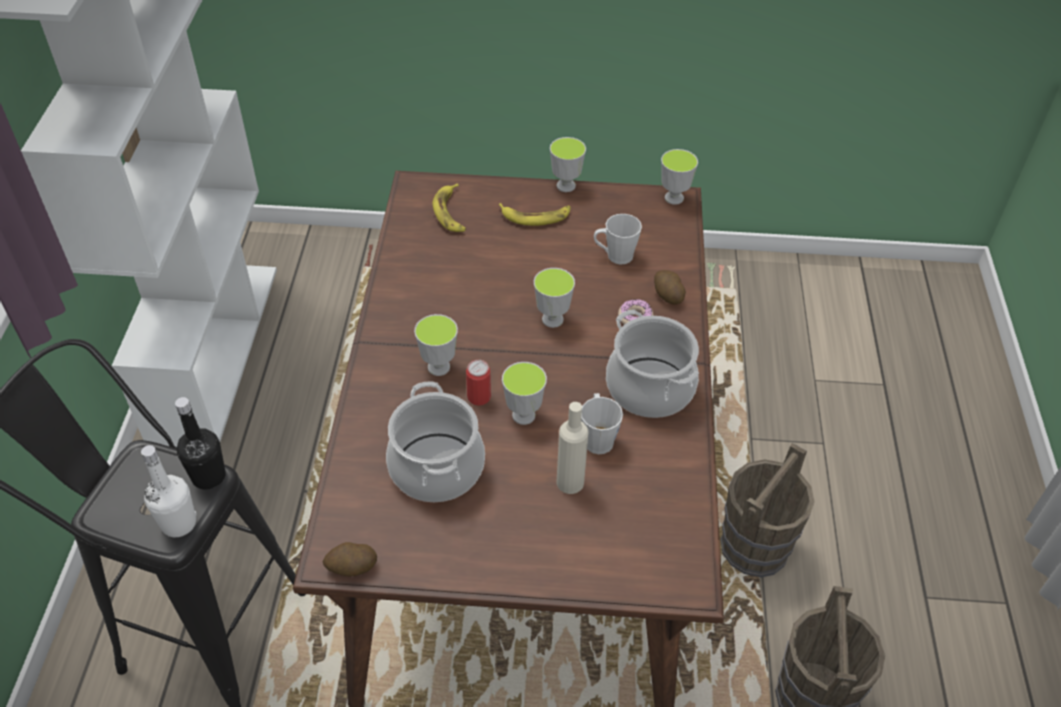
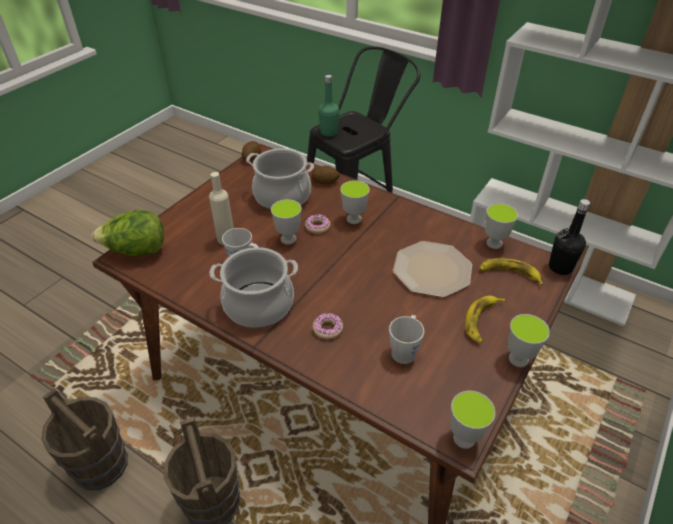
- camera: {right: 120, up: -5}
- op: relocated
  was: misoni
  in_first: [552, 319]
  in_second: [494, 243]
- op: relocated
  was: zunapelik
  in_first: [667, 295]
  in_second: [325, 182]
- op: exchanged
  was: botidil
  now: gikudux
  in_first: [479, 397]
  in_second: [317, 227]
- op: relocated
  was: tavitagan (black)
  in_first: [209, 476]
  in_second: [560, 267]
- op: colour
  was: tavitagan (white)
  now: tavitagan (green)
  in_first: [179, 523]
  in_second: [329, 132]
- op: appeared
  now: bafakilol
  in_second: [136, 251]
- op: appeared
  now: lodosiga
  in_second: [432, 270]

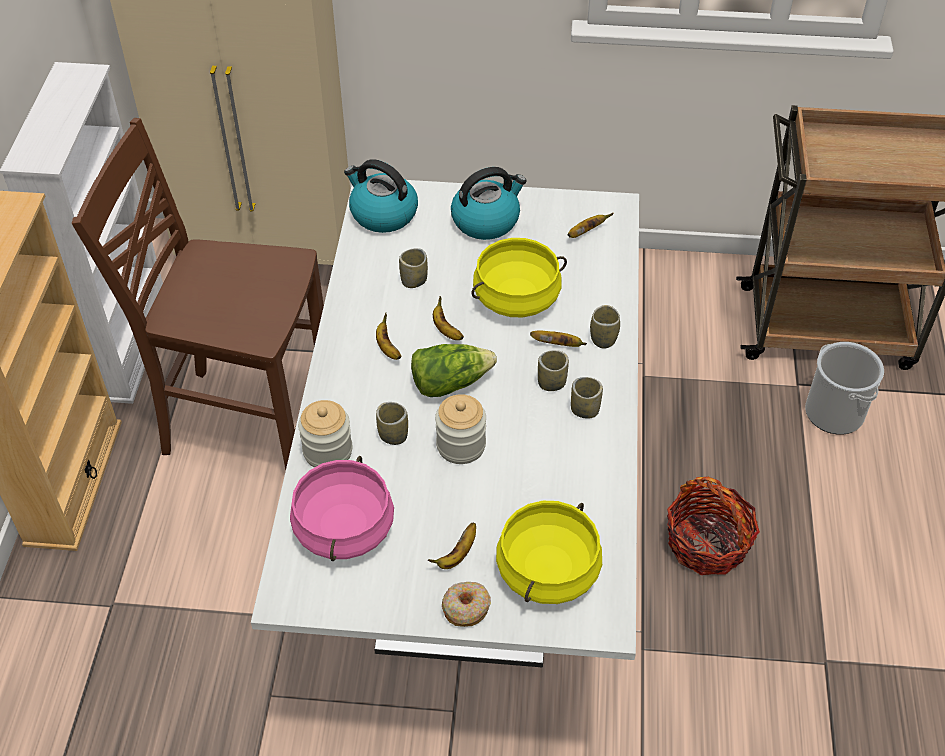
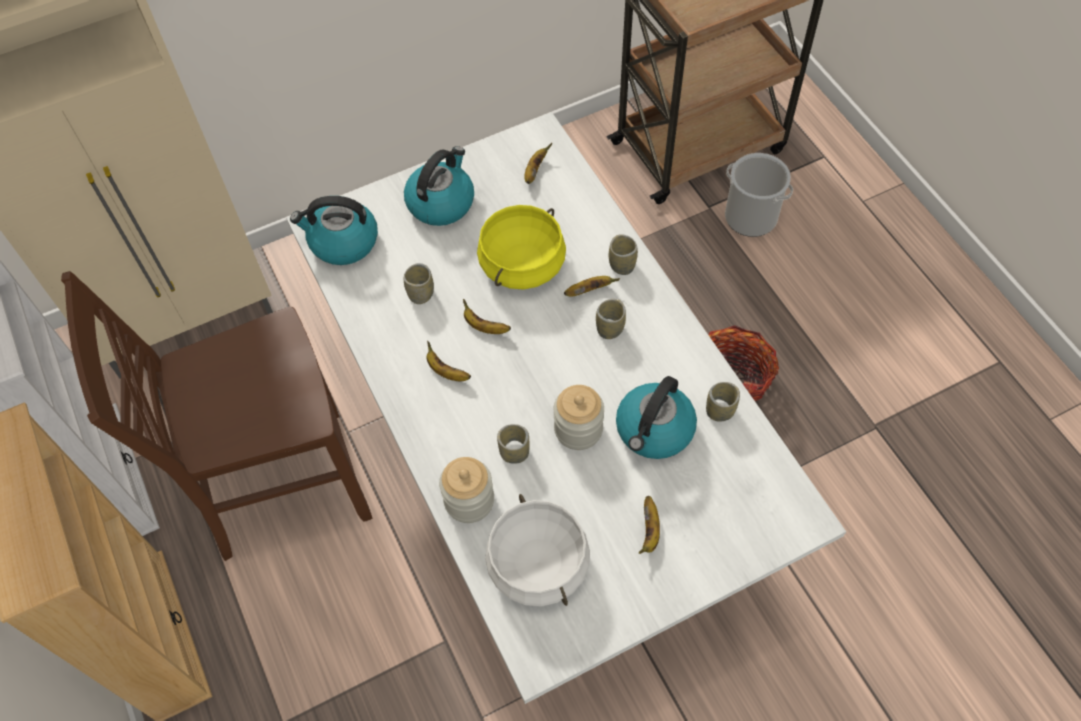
- camera: {right: -30, up: 10}
- op: missing
  was: bafakilol
  in_first: [450, 382]
- op: relocated
  was: misoni
  in_first: [585, 410]
  in_second: [720, 411]
- op: colour
  was: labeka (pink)
  now: labeka (white)
  in_first: [345, 528]
  in_second: [539, 564]
- op: missing
  was: labeka (yellow)
  in_first: [548, 571]
- op: missing
  was: gikudux
  in_first: [466, 608]
- op: appeared
  now: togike
  in_second: [654, 430]

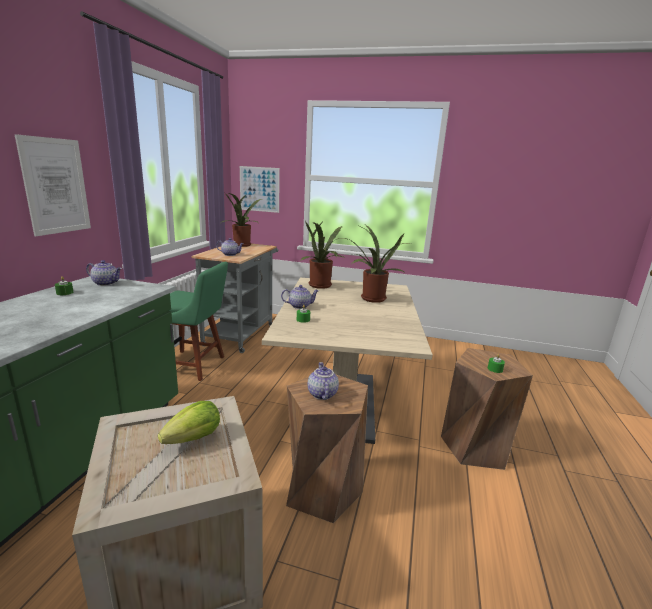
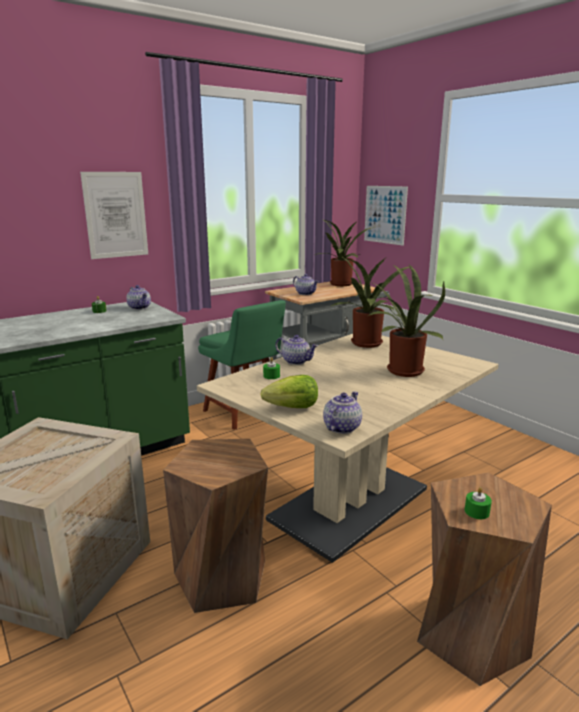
- camera: {right: 40, up: 0}
- op: relocated
  was: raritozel
  in_first: [321, 394]
  in_second: [341, 427]
- op: relocated
  was: bafakilol
  in_first: [194, 438]
  in_second: [293, 408]

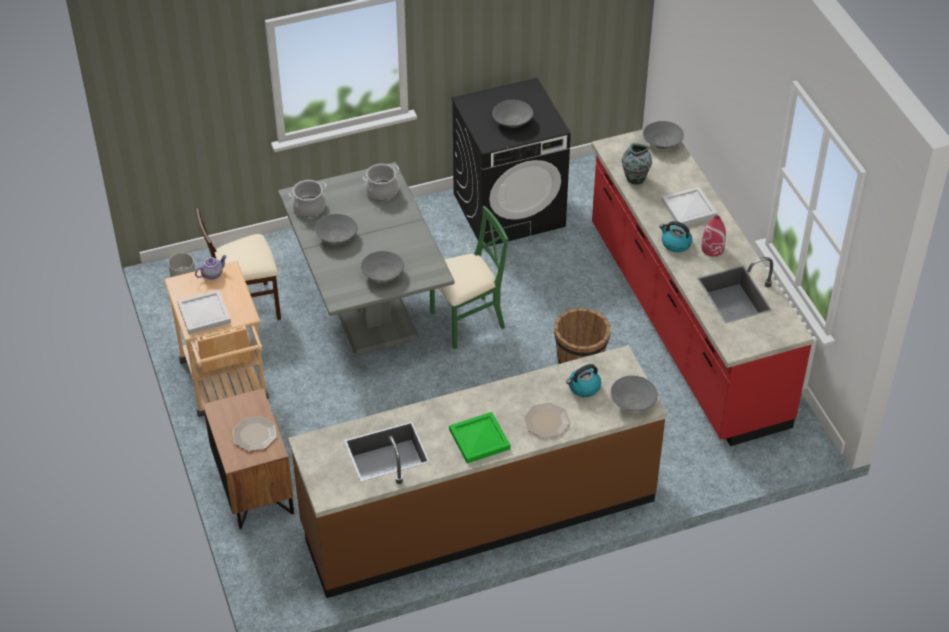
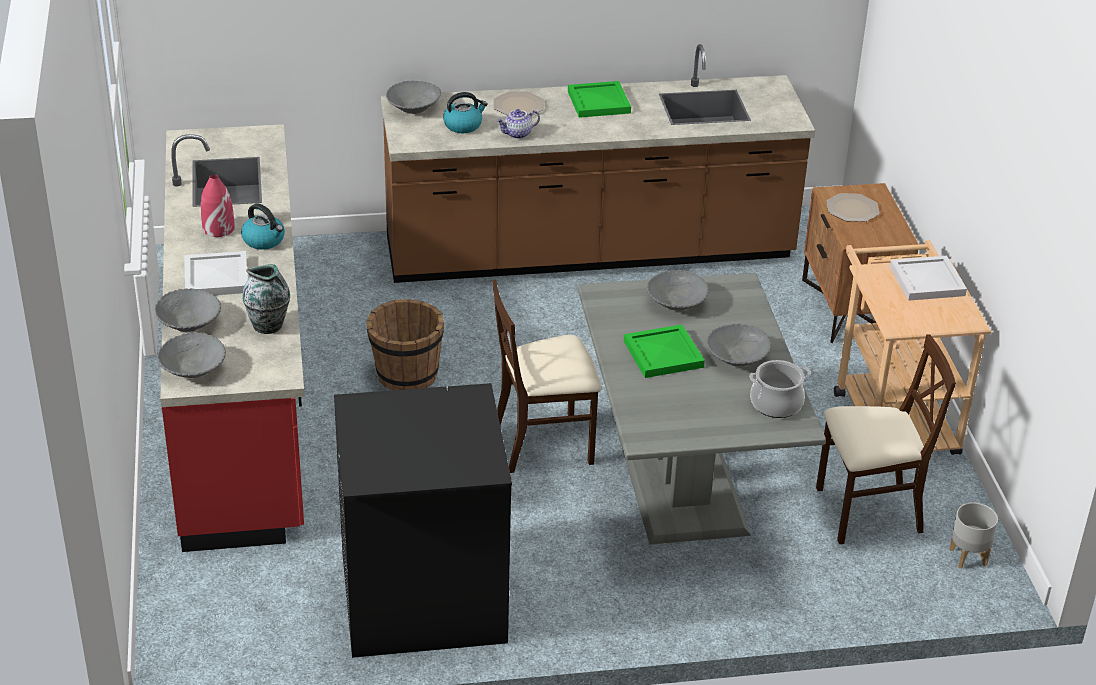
- camera: {right: -170, up: -10}
- op: relocated
  was: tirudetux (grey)
  in_first: [512, 121]
  in_second: [189, 323]
- op: missing
  was: labeka
  in_first: [382, 191]
- op: colour
  was: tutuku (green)
  now: tutuku (beige)
  in_first: [467, 322]
  in_second: [544, 444]
- op: relocated
  was: raritozel
  in_first: [212, 274]
  in_second: [517, 134]
- op: appeared
  now: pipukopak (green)
  in_second: [662, 354]

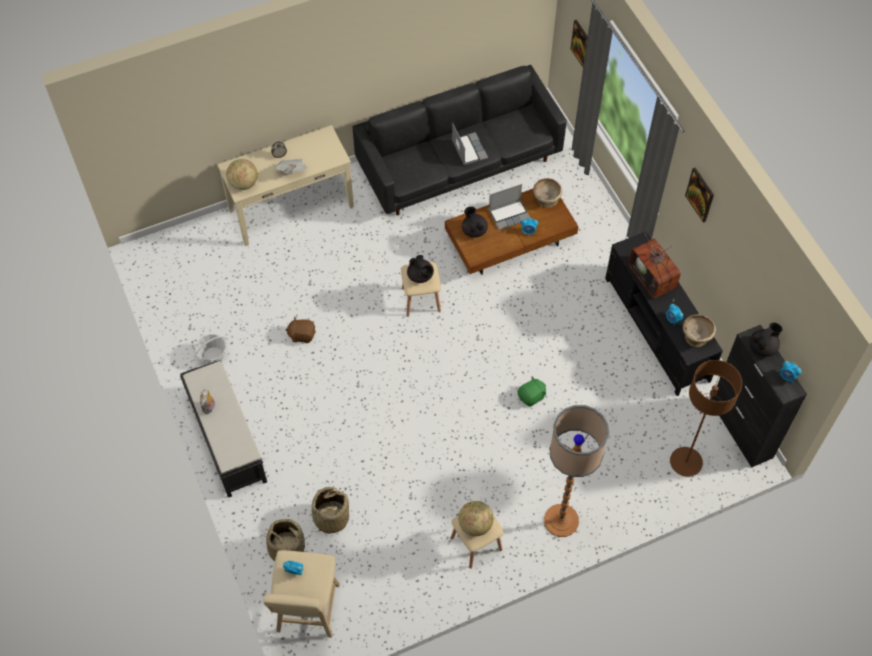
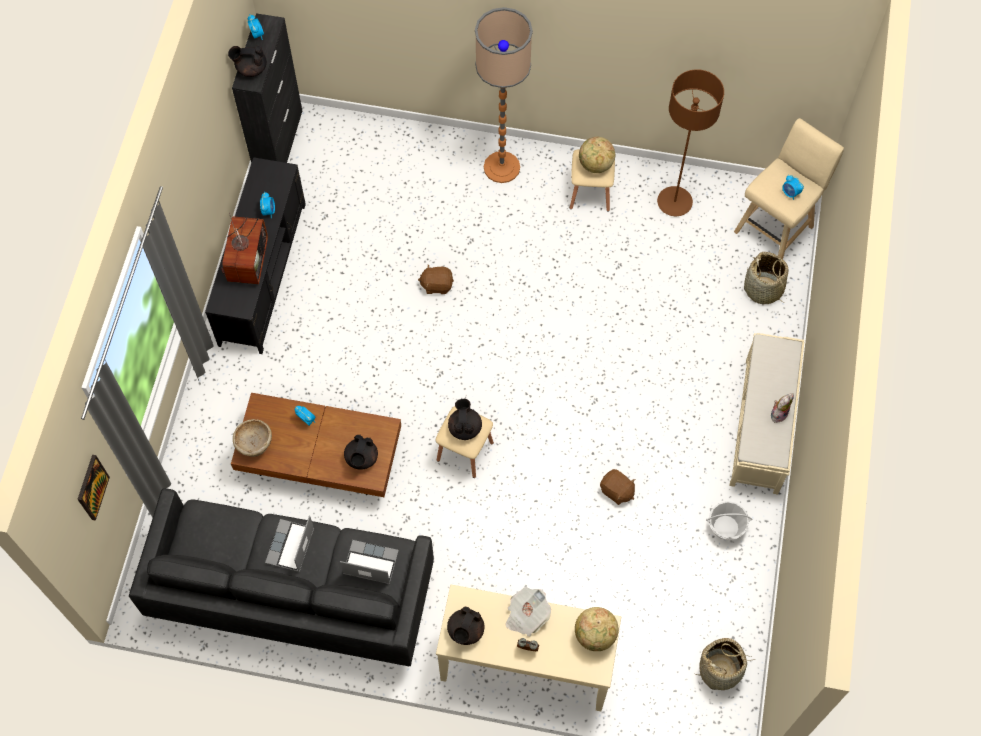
- camera: {right: -145, up: 5}
- op: missing
  was: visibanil
  in_first: [700, 194]
- op: relocated
  was: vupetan
  in_first: [509, 214]
  in_second: [370, 563]
- op: missing
  was: tirudetux (beige)
  in_first: [696, 336]
- op: colour
  was: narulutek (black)
  now: narulutek (beige)
  in_first: [227, 438]
  in_second: [761, 426]
- op: relocated
  was: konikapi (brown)
  in_first: [686, 462]
  in_second: [674, 202]
- op: colour
  was: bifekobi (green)
  now: bifekobi (brown)
  in_first: [531, 396]
  in_second: [437, 285]
- op: relocated
  was: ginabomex
  in_first: [331, 518]
  in_second: [720, 670]
- op: appeared
  now: raritozel (black)
  in_second: [465, 631]

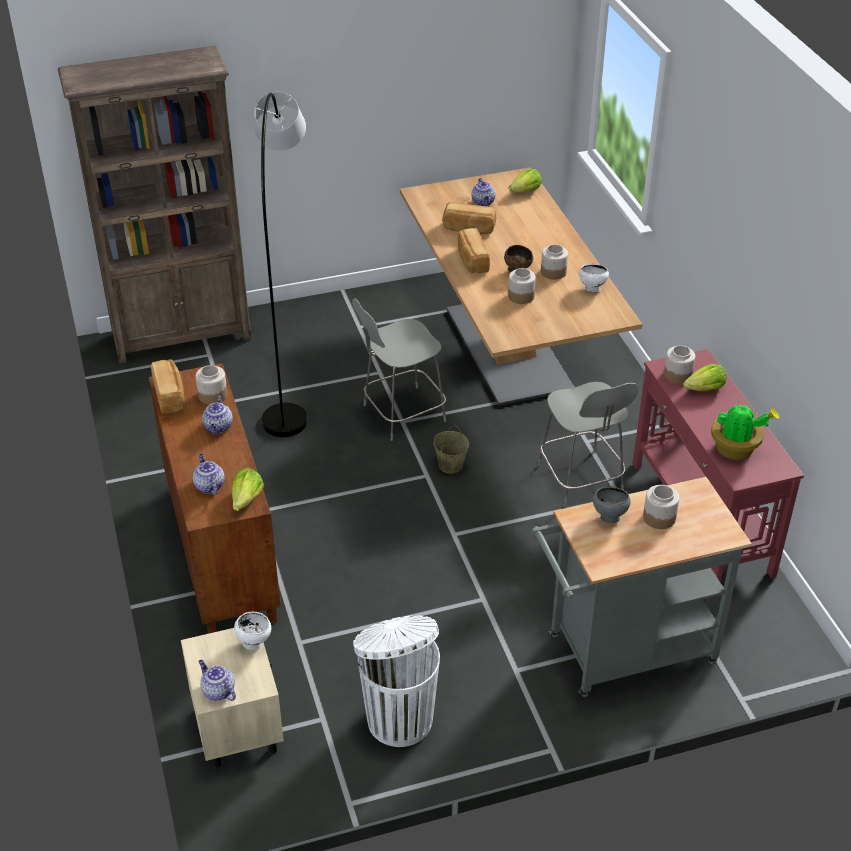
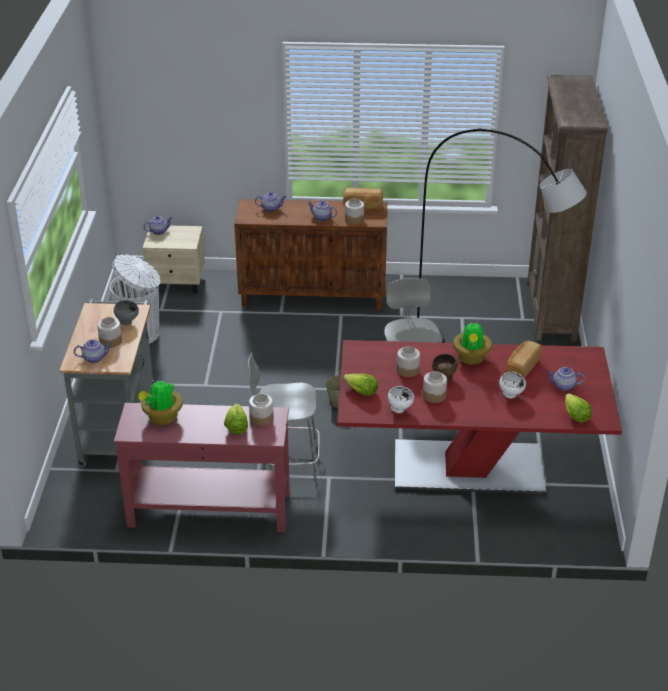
- camera: {right: 110, up: -5}
- op: colour
  was: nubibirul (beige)
  now: nubibirul (red)
  in_first: [508, 349]
  in_second: [468, 467]
- op: exchanged
  was: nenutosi
  now: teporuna
  in_first: [472, 260]
  in_second: [471, 358]
- op: relocated
  was: bafakilol
  in_first: [247, 499]
  in_second: [361, 391]
- op: relocated
  was: tirudetux (white)
  in_first: [253, 642]
  in_second: [511, 395]
- op: appeared
  now: raritozel
  in_second: [94, 358]

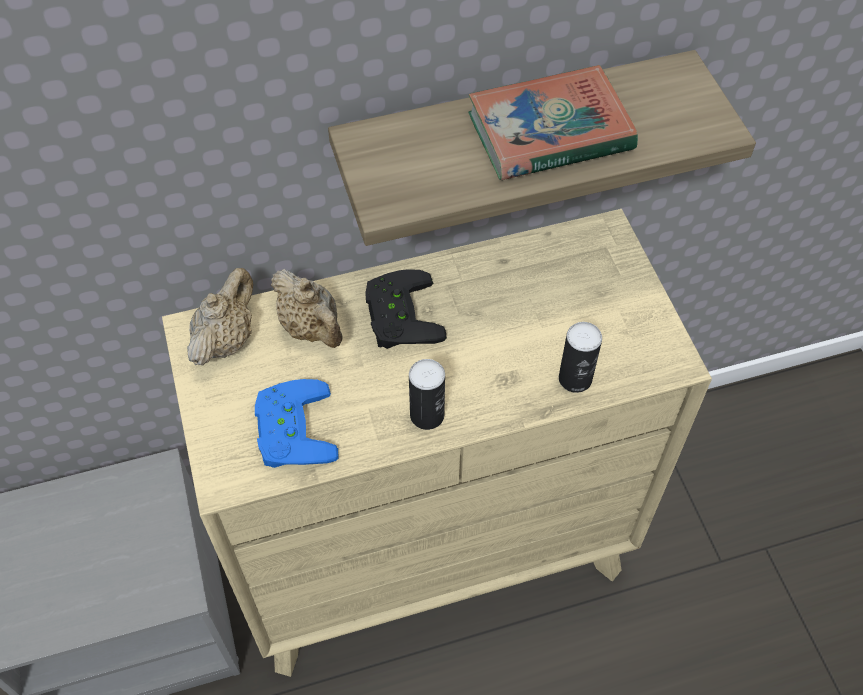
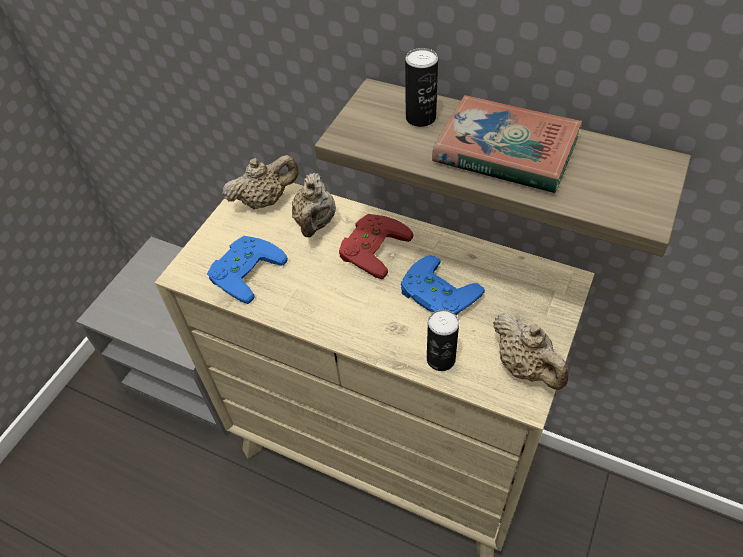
- camera: {right: 45, up: -5}
- op: colour
  was: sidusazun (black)
  now: sidusazun (red)
  in_first: [397, 315]
  in_second: [370, 247]
- op: relocated
  was: botidil
  in_first: [427, 415]
  in_second: [420, 118]
- op: appeared
  now: sidusazun (blue)
  in_second: [436, 295]
- op: appeared
  now: raritozel (beige)
  in_second: [526, 367]

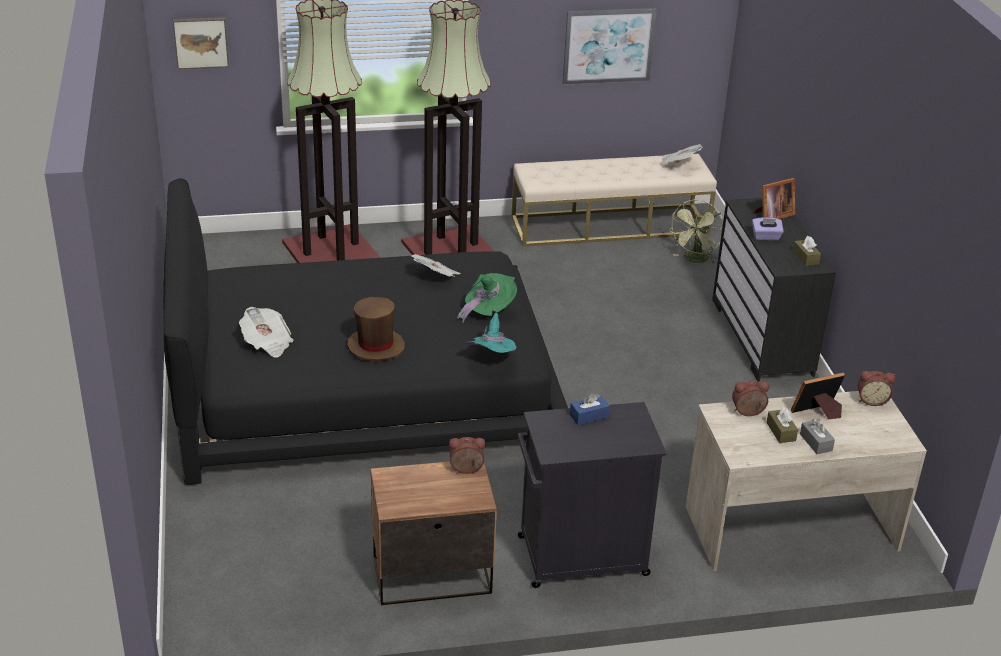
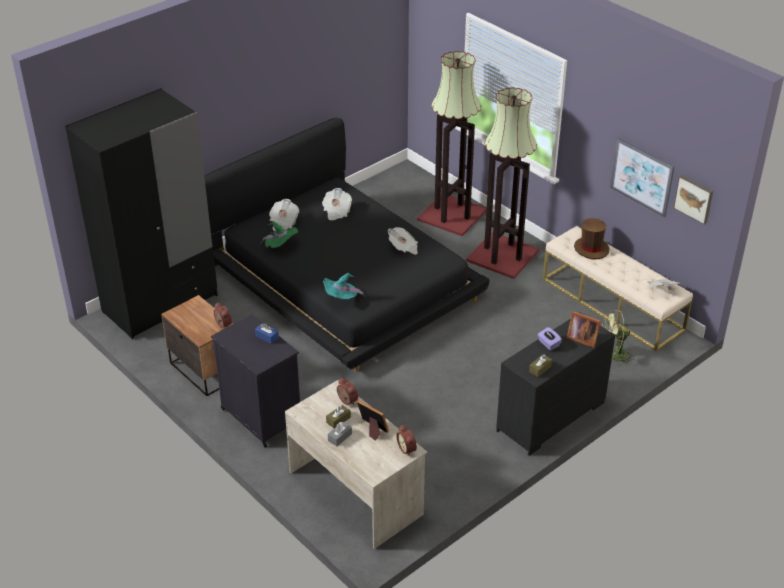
- camera: {right: 60, up: 5}
- op: relocated
  was: visibanil
  in_first: [201, 42]
  in_second: [694, 198]
- op: relocated
  was: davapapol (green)
  in_first: [488, 310]
  in_second: [280, 246]
- op: relocated
  was: davapapol (brown)
  in_first: [375, 347]
  in_second: [591, 249]
- op: appeared
  now: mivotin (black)
  in_second: [160, 303]
- op: appeared
  now: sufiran
  in_second: [336, 211]

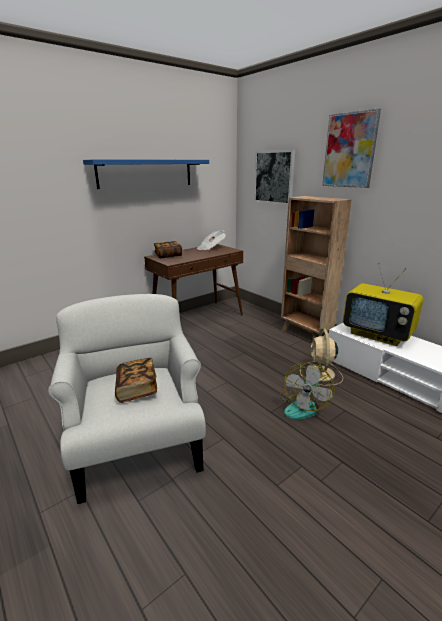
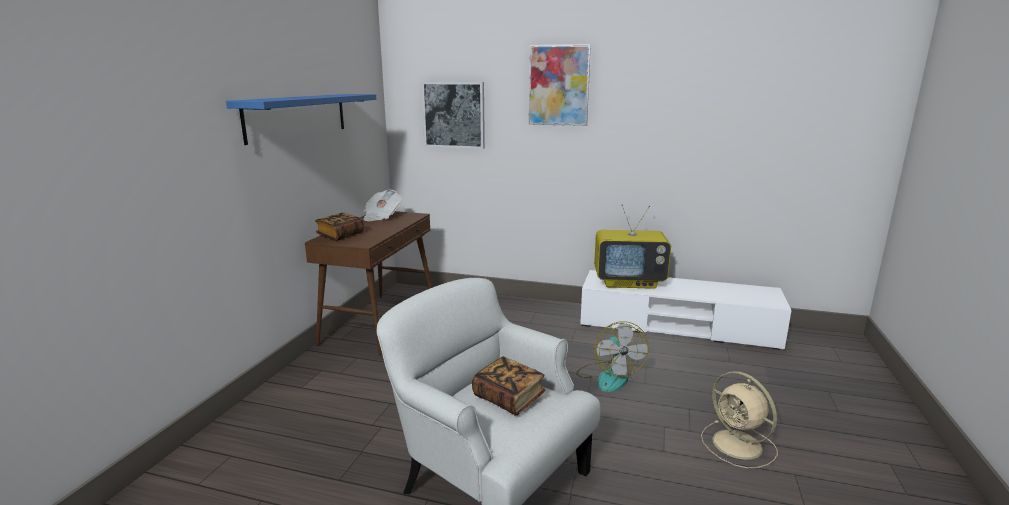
- camera: {right: -35, up: -5}
- op: missing
  was: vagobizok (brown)
  in_first: [305, 334]
- op: relocated
  was: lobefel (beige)
  in_first: [320, 374]
  in_second: [739, 445]

